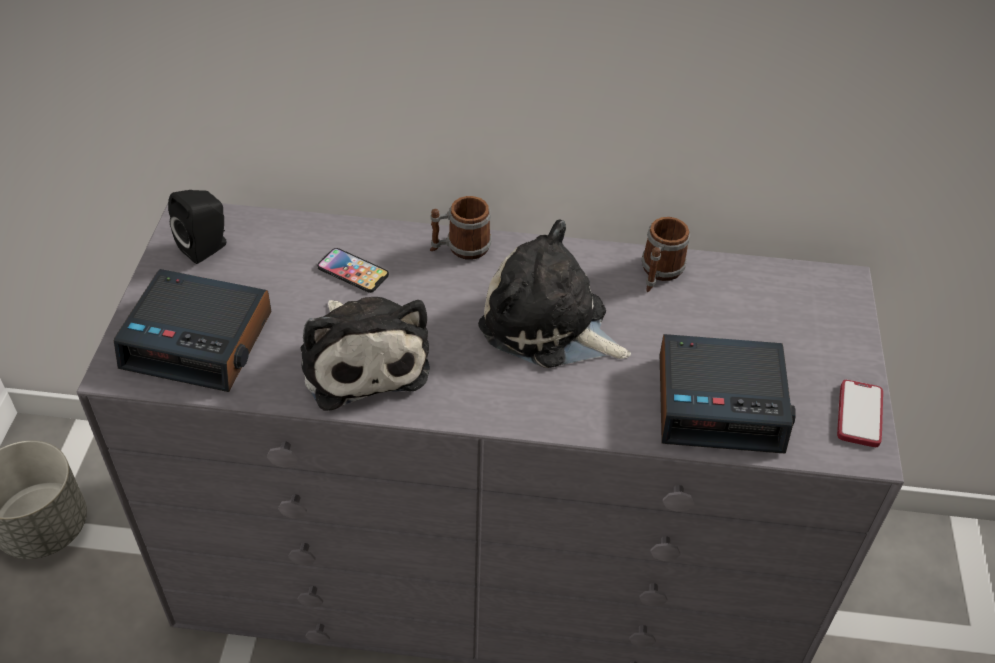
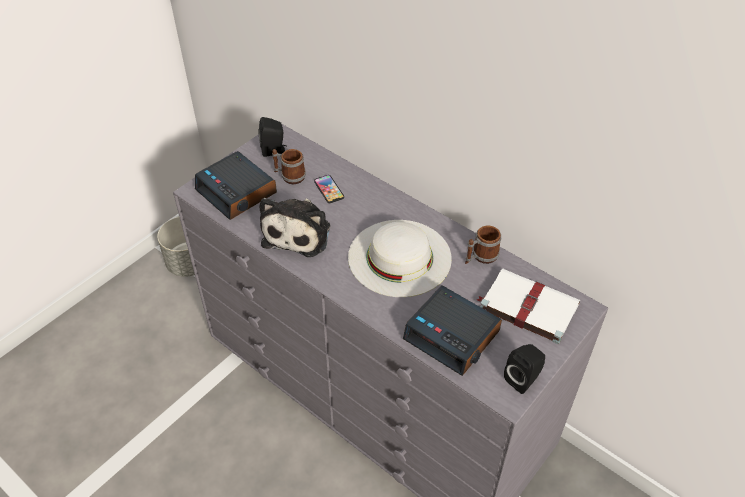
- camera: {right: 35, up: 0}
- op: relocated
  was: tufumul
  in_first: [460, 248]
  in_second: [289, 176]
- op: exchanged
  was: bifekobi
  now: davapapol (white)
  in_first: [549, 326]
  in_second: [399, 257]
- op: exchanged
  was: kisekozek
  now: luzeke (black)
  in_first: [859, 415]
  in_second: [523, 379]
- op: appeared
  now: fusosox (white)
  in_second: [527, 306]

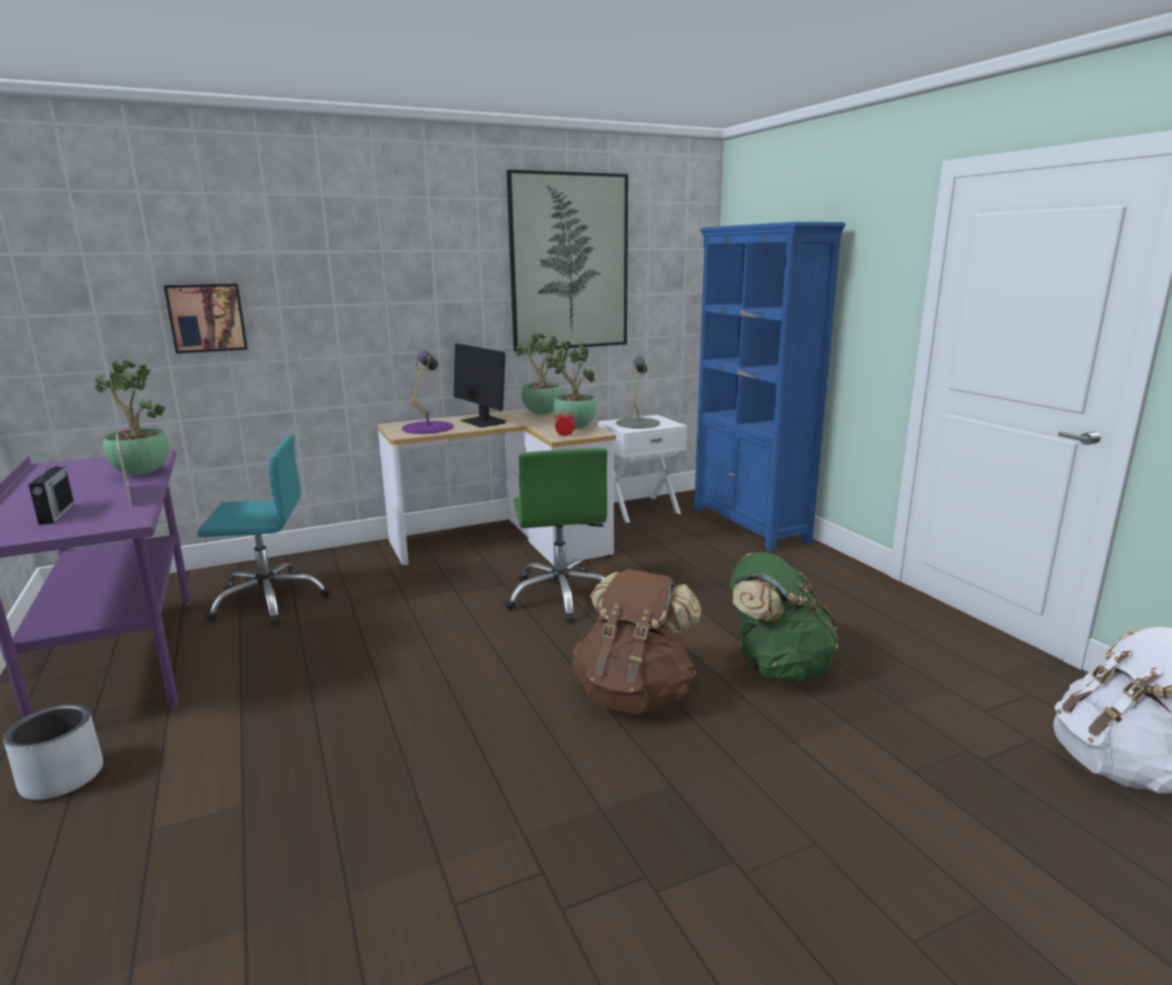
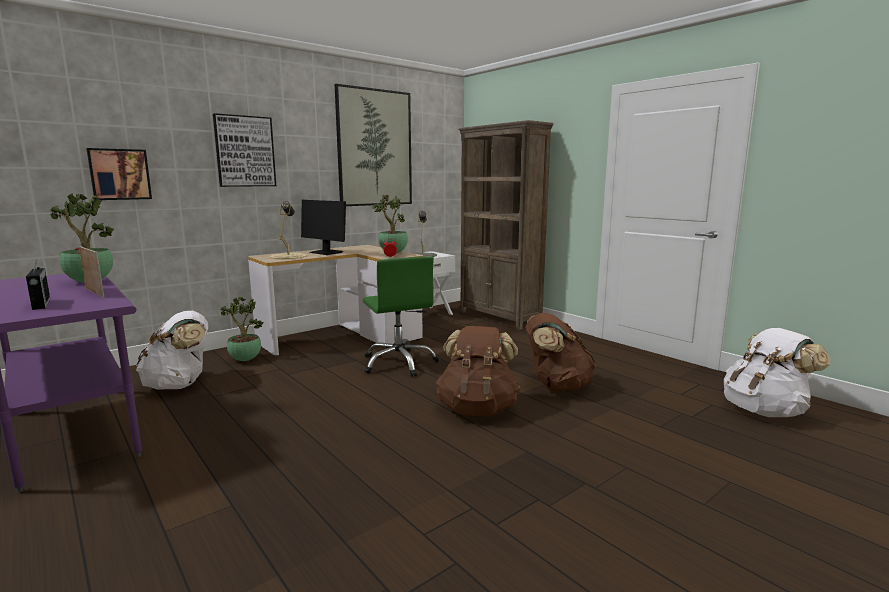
- camera: {right: -15, up: -5}
- op: colour
  was: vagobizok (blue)
  now: vagobizok (brown)
  in_first: [749, 525]
  in_second: [499, 318]
- op: relocated
  was: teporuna
  in_first: [540, 414]
  in_second: [244, 360]
- op: colour
  was: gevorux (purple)
  now: gevorux (beige)
  in_first: [427, 428]
  in_second: [288, 256]
- op: exchanged
  was: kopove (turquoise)
  now: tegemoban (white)
  in_first: [269, 600]
  in_second: [179, 384]
- op: colour
  was: tegemoban (green)
  now: tegemoban (brown)
  in_first: [777, 667]
  in_second: [556, 386]
- op: missing
  was: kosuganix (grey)
  in_first: [62, 778]
- op: appeared
  now: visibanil
  in_second: [245, 151]

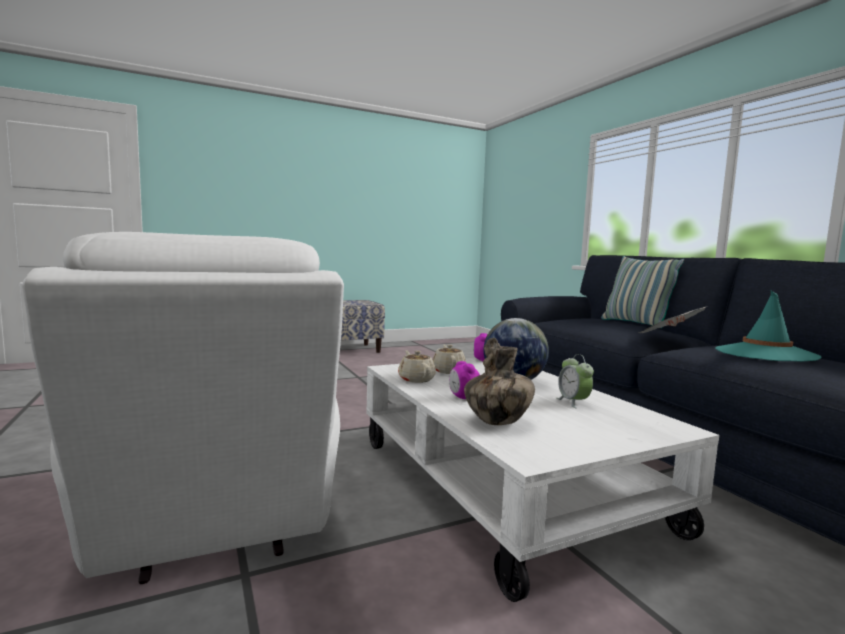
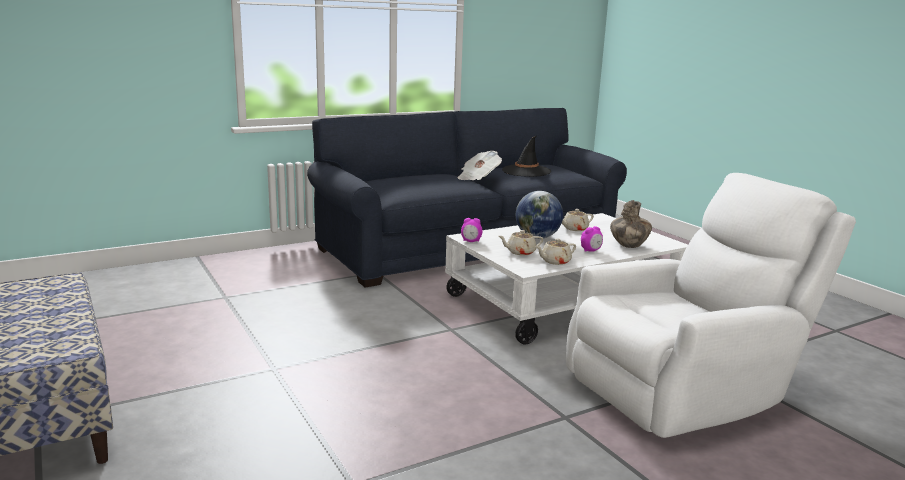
- camera: {right: -95, up: 10}
- op: missing
  was: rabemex
  in_first: [635, 323]
- op: colour
  was: davapapol (turquoise)
  now: davapapol (black)
  in_first: [765, 354]
  in_second: [526, 171]
- op: exchanged
  was: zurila
  now: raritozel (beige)
  in_first: [573, 402]
  in_second: [574, 229]

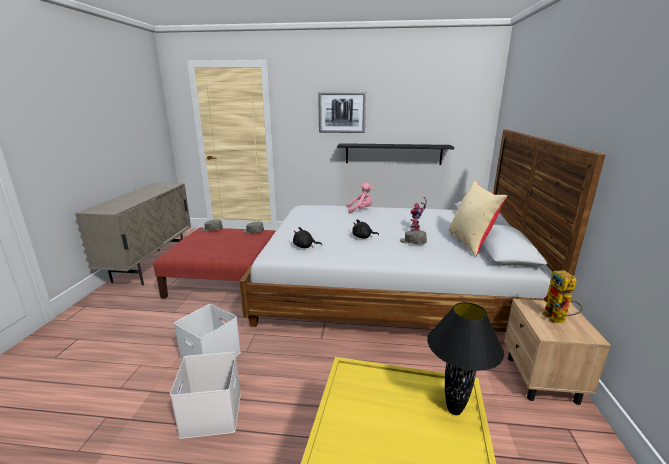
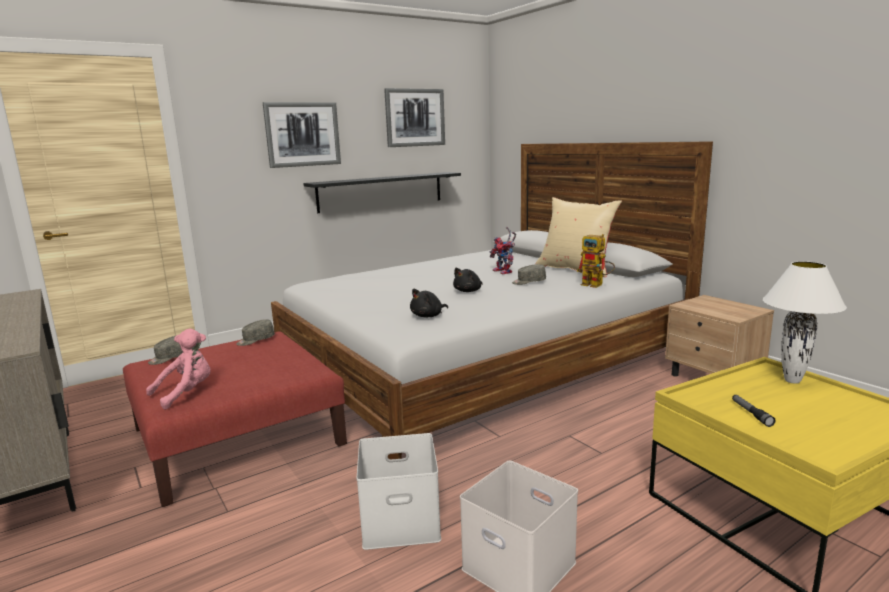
- camera: {right: -40, up: -5}
- op: relocated
  was: bifekobi (pink)
  in_first: [360, 210]
  in_second: [186, 393]
- op: relocated
  was: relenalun
  in_first: [558, 320]
  in_second: [596, 285]
- op: colour
  was: gevorux (black)
  now: gevorux (white)
  in_first: [454, 409]
  in_second: [791, 380]
- op: appeared
  now: visibanil
  in_second: [415, 117]
- op: appeared
  now: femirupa
  in_second: [751, 414]

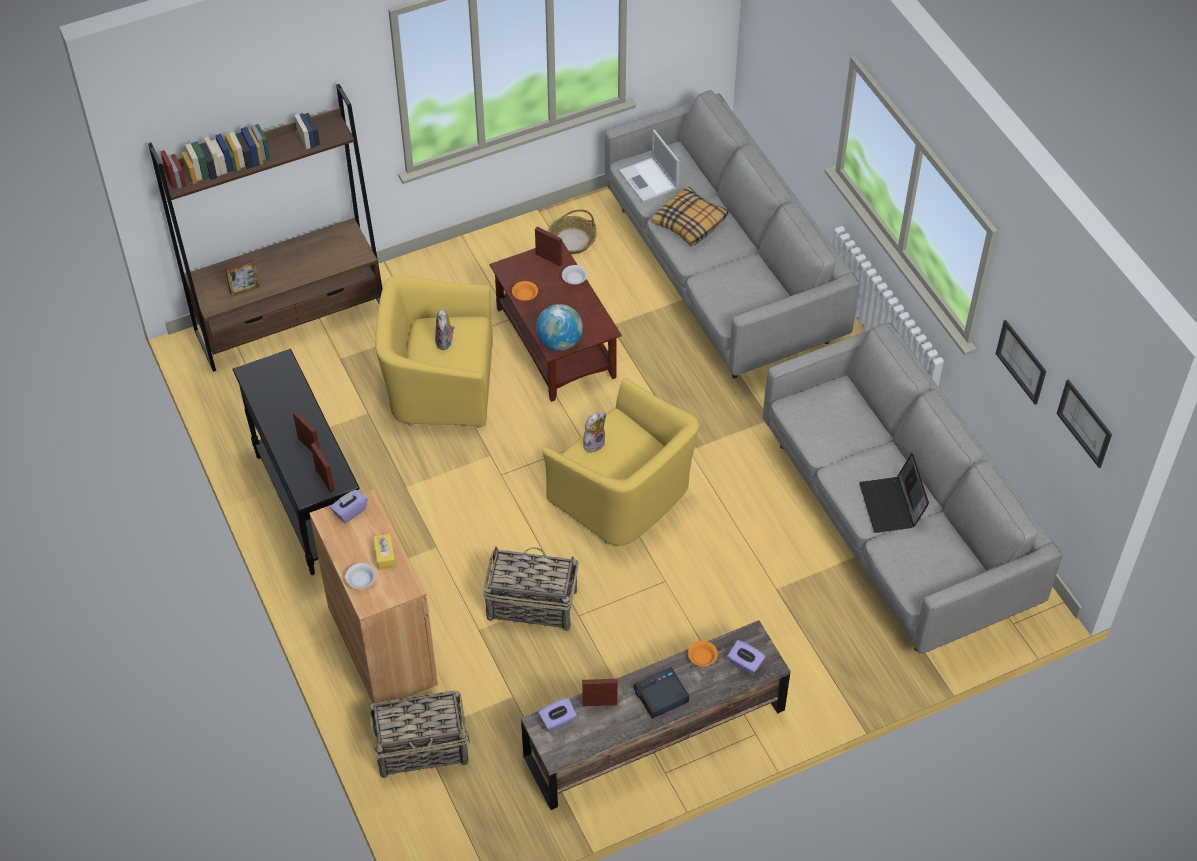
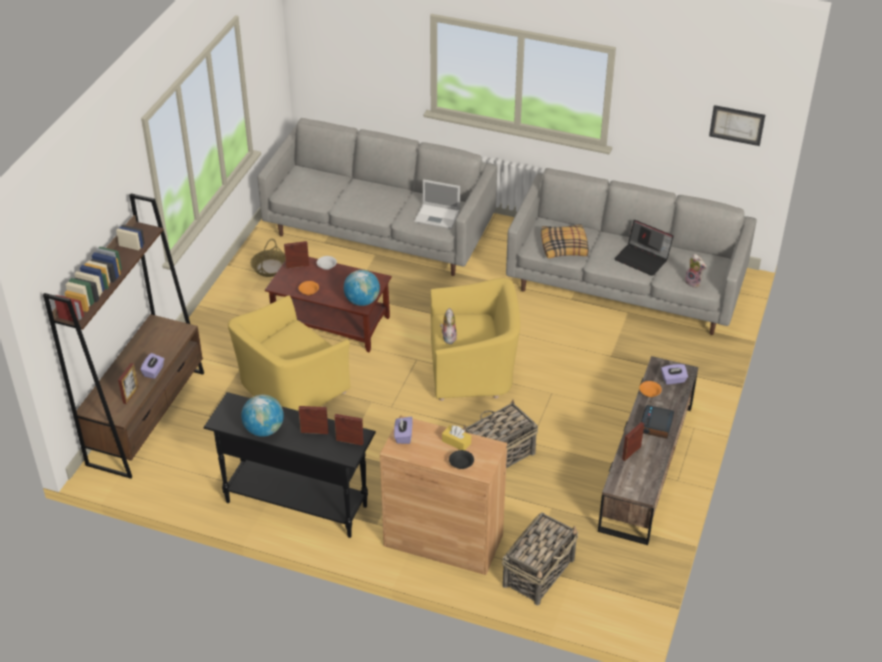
- camera: {right: -45, up: -10}
- op: relocated
  was: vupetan
  in_first: [649, 181]
  in_second: [438, 216]
- op: relocated
  was: rabemex
  in_first: [690, 223]
  in_second: [564, 247]
- op: relocated
  was: bifekobi
  in_first: [445, 342]
  in_second: [694, 282]
- op: missing
  was: visibanil
  in_first: [1021, 361]
- op: colour
  was: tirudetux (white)
  now: tirudetux (black)
  in_first: [361, 580]
  in_second: [461, 464]
- op: relocated
  was: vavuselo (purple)
  in_first: [557, 721]
  in_second: [154, 371]
- op: appeared
  now: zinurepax
  in_second: [264, 429]

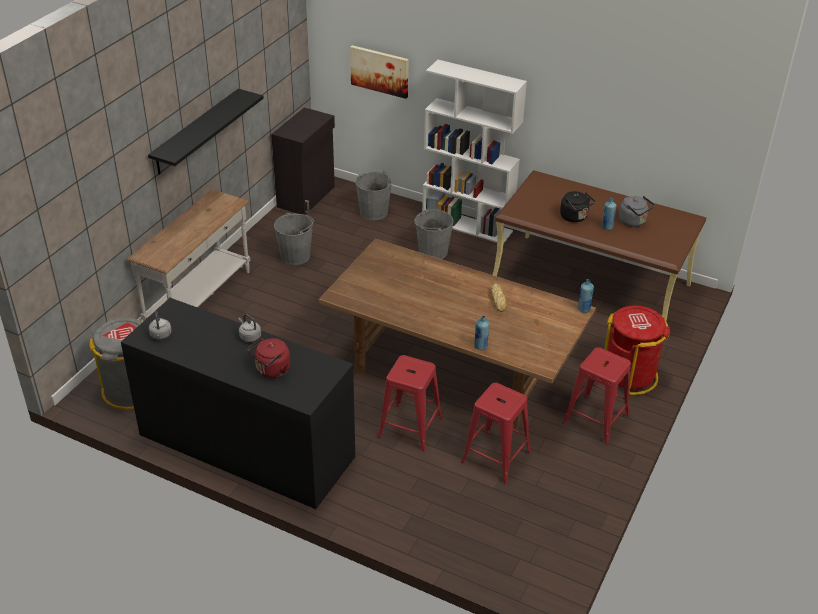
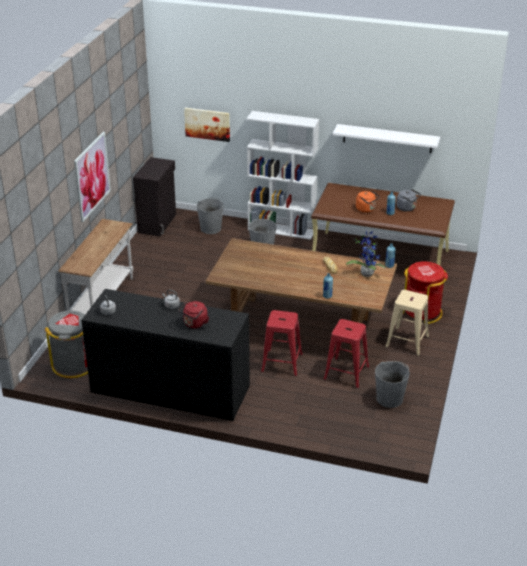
- camera: {right: -10, up: -5}
- op: exchanged
  was: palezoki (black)
  now: visibanil
  in_first: [196, 132]
  in_second: [92, 176]
- op: colour
  was: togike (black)
  now: togike (orange)
  in_first: [575, 217]
  in_second: [366, 209]
- op: relocated
  was: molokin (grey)
  in_first: [295, 256]
  in_second: [390, 399]
- op: colour
  was: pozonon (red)
  now: pozonon (beige)
  in_first: [595, 419]
  in_second: [407, 341]
- op: appeared
  now: palezoki (white)
  in_second: [387, 138]
- op: appeared
  now: teporuna
  in_second: [366, 272]

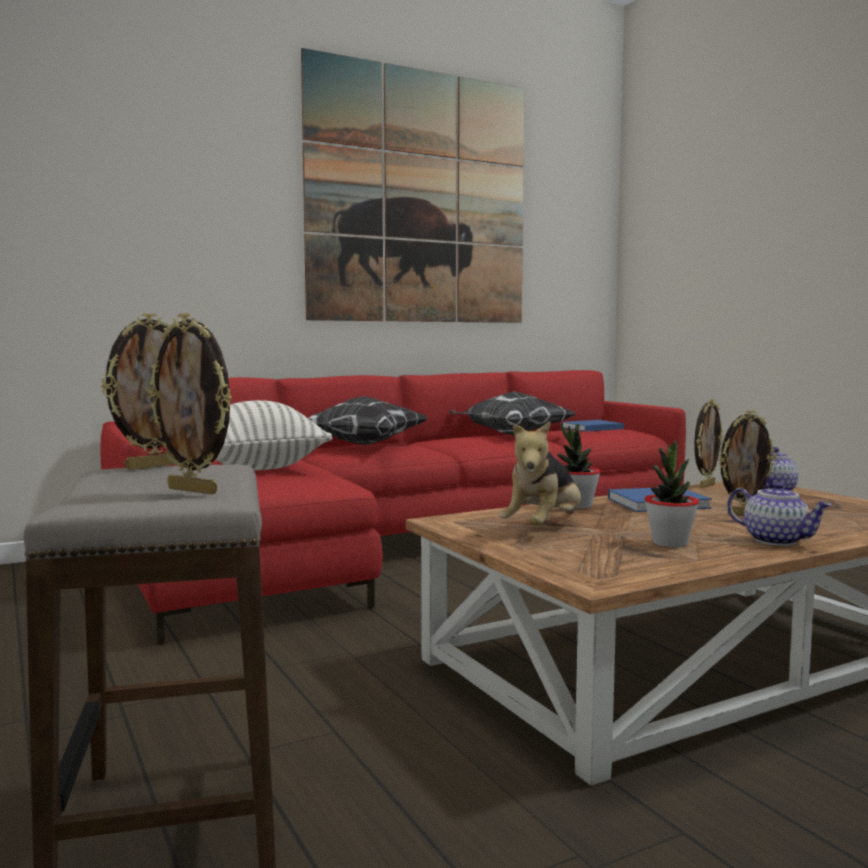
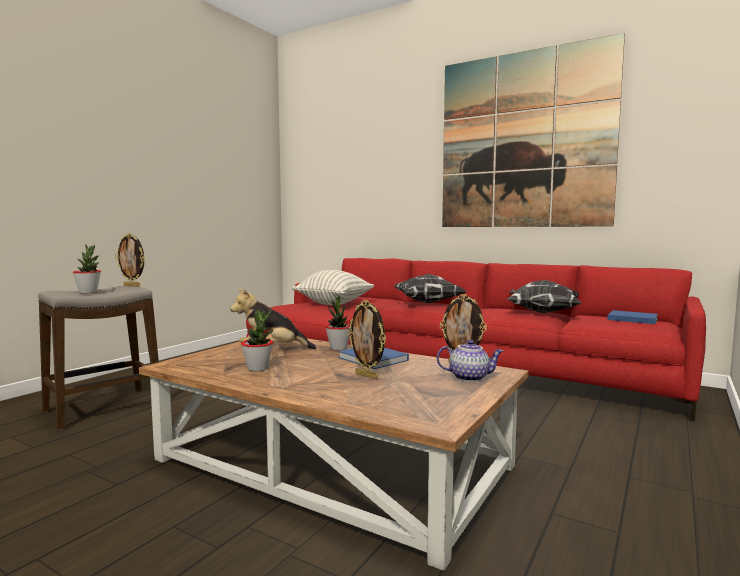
- camera: {right: 60, up: 0}
- op: exchanged
  was: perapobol
  now: teporuna
  in_first: [194, 490]
  in_second: [88, 292]
- op: missing
  was: raritozel
  in_first: [776, 540]

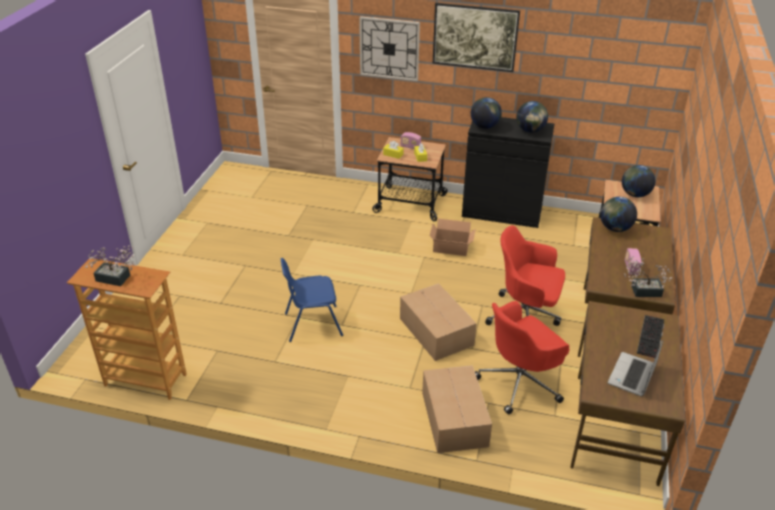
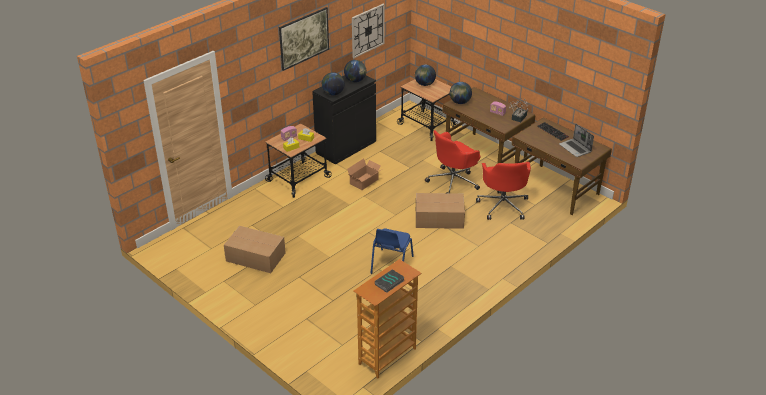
- camera: {right: -60, up: 0}
- op: relocated
  was: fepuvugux
  in_first: [389, 48]
  in_second: [367, 30]
- op: exchanged
  was: teporuna
  now: fusosox
  in_first: [116, 279]
  in_second: [389, 283]
- op: relocated
  was: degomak
  in_first: [454, 420]
  in_second: [256, 257]

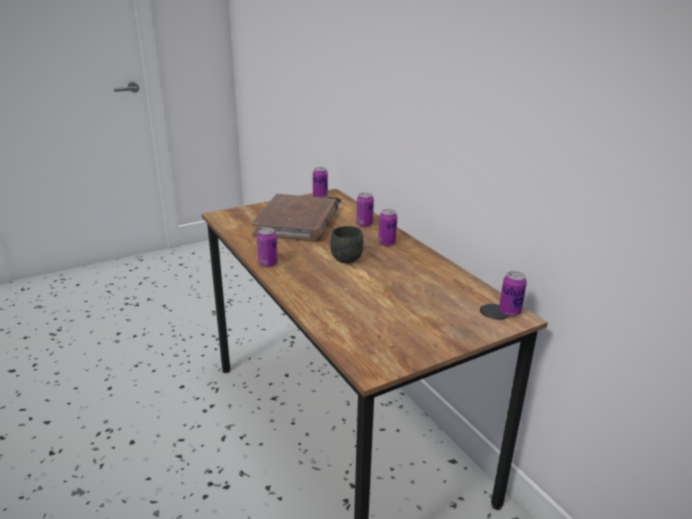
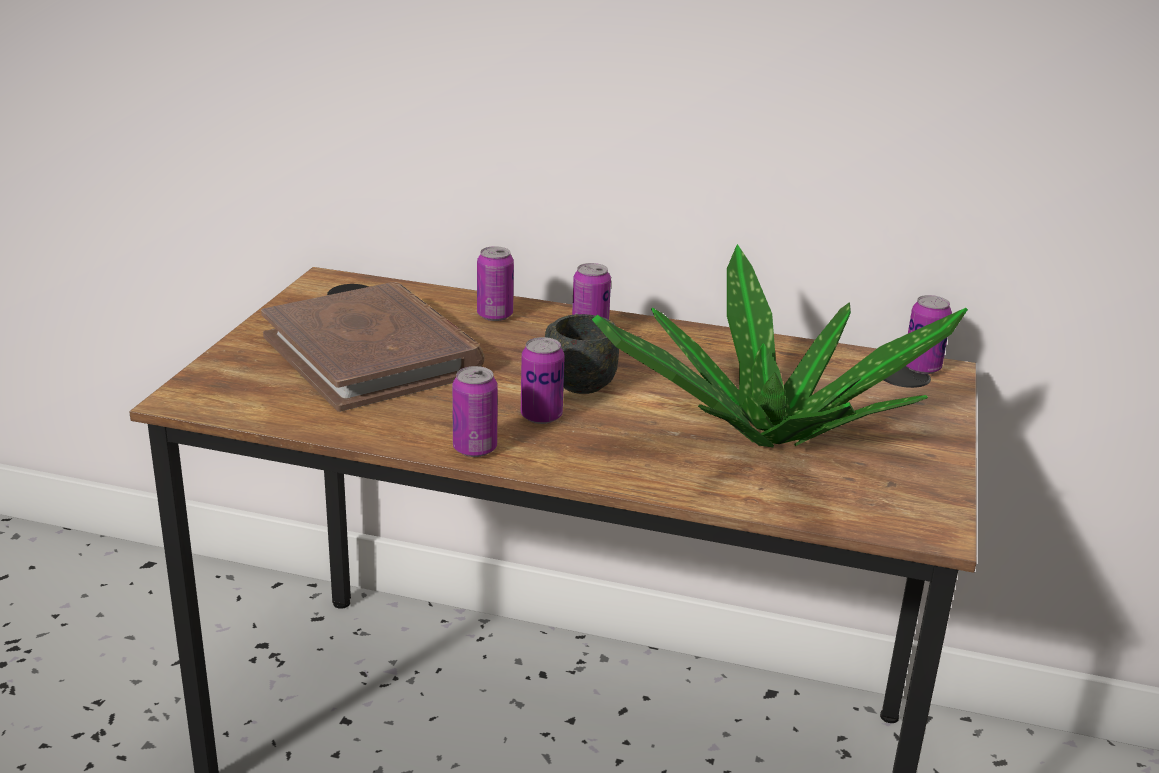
- camera: {right: -45, up: 0}
- op: relocated
  was: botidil
  in_first: [320, 196]
  in_second: [541, 416]
- op: appeared
  now: teporuna
  in_second: [769, 434]

